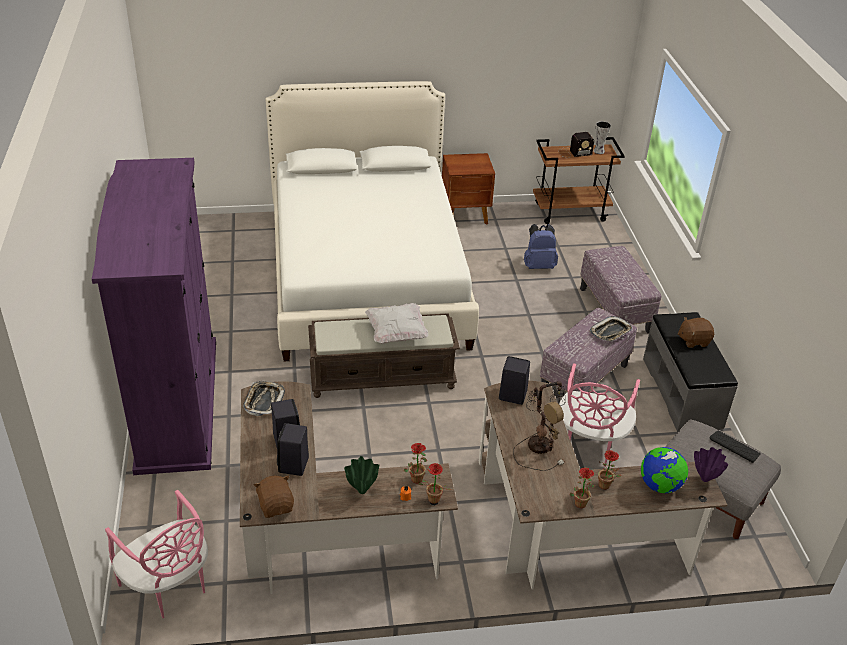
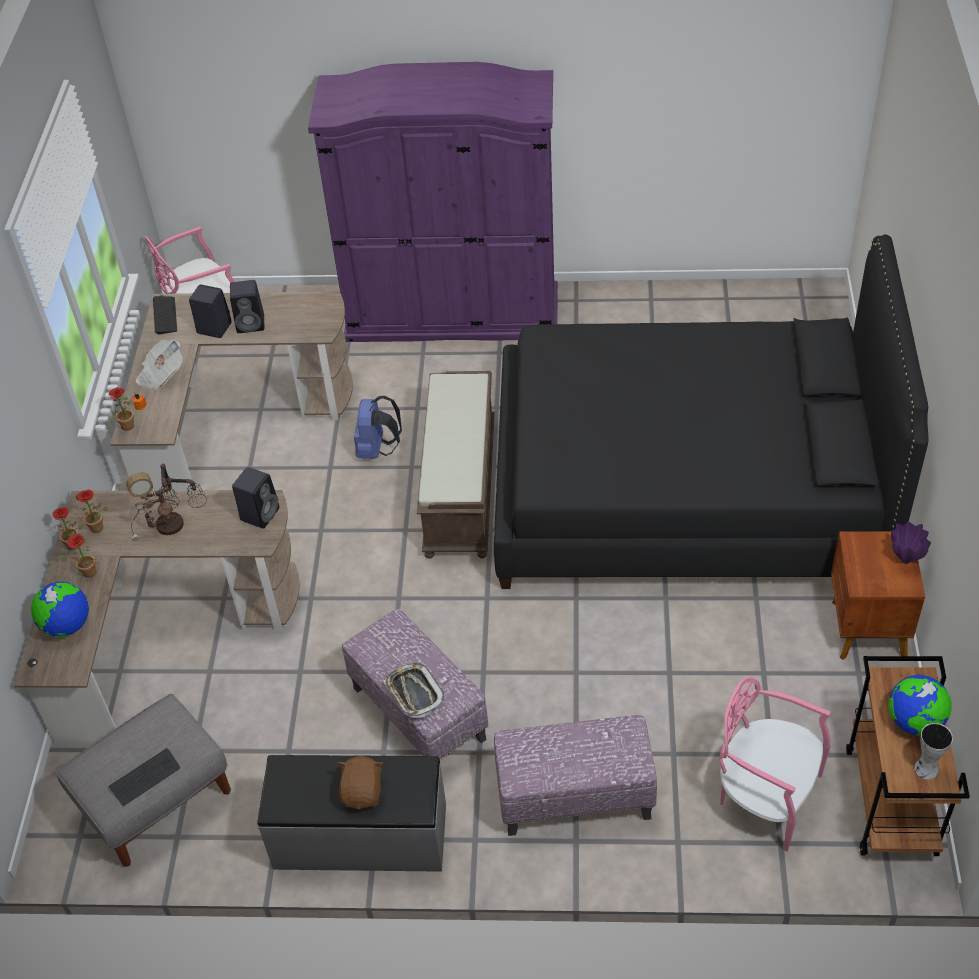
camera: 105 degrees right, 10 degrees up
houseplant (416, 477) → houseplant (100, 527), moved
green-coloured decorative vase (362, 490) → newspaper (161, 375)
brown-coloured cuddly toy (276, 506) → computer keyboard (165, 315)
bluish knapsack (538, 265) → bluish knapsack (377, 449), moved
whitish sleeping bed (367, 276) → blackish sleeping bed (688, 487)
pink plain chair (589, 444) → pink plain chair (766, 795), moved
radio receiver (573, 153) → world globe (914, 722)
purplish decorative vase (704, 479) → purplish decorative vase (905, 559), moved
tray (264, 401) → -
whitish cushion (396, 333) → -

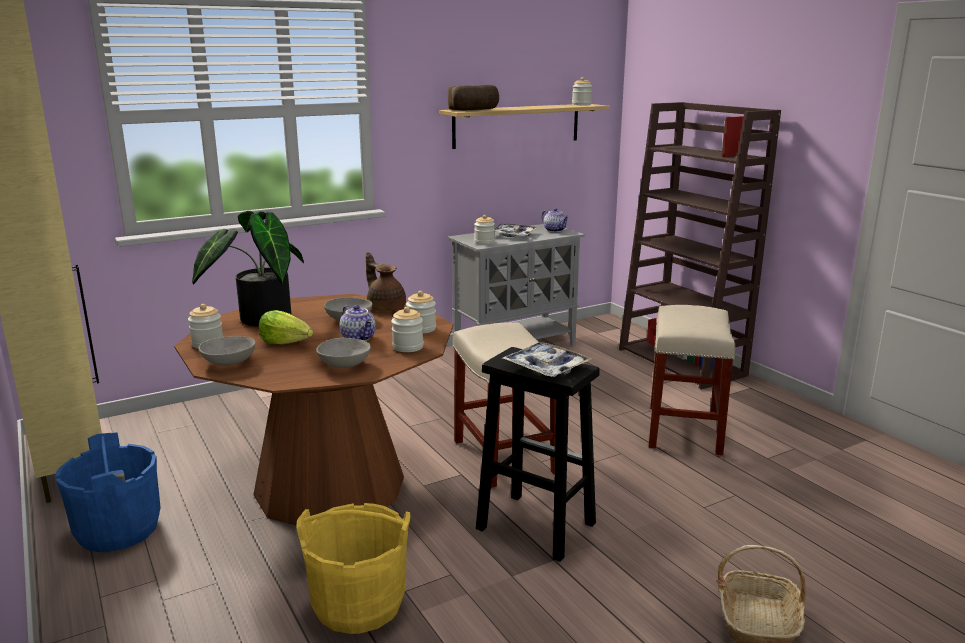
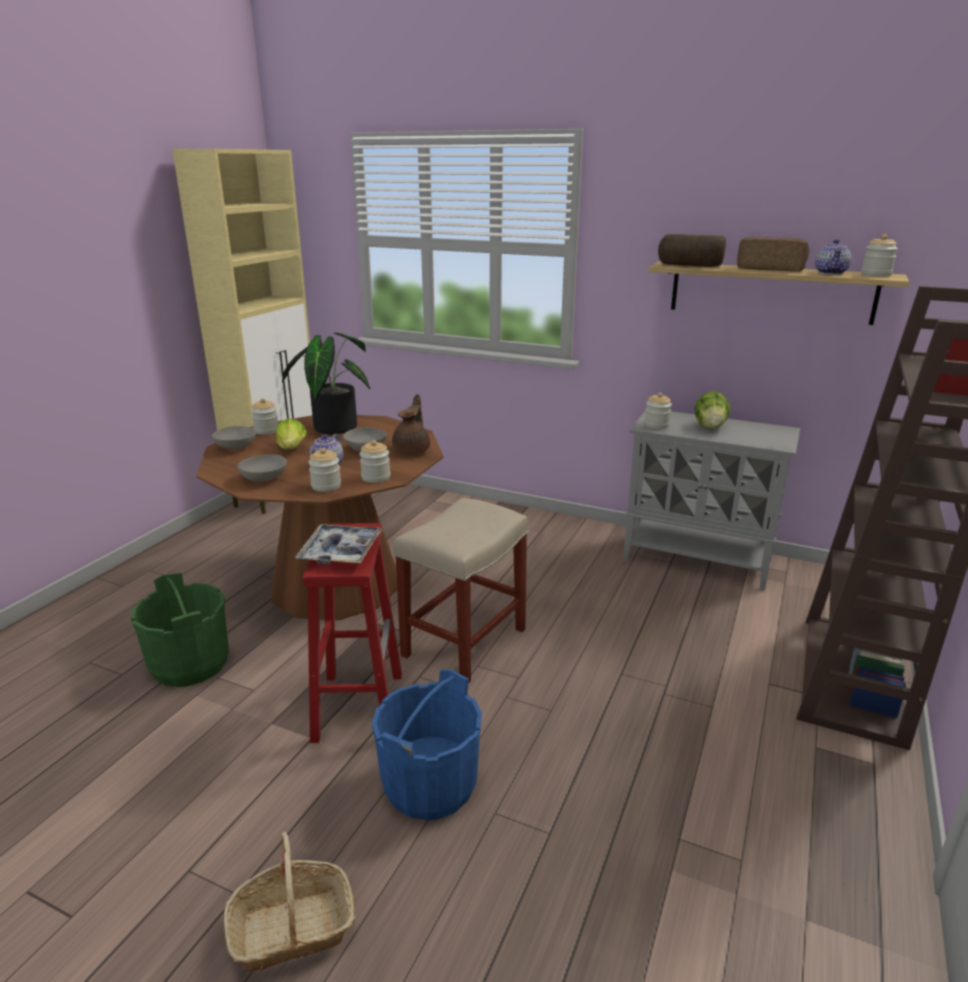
camera: 55 degrees right, 5 degrees up
yellow pail (358, 604) → green-coloured pail (190, 664)
blackish sitting stool (534, 525) → red sitting stool (358, 705)
bluish pail (119, 530) → bluish pail (430, 785), moved
tray (513, 235) → head of lettuce (710, 427)
- → bakery bread (770, 269)
tea pot (555, 230) → tea pot (831, 273), moved
beige sitting stool (684, 430) → -

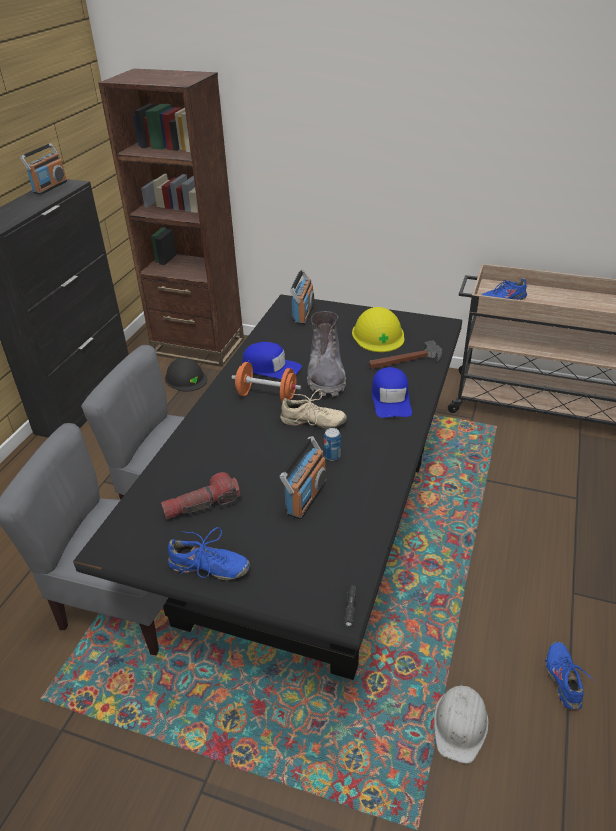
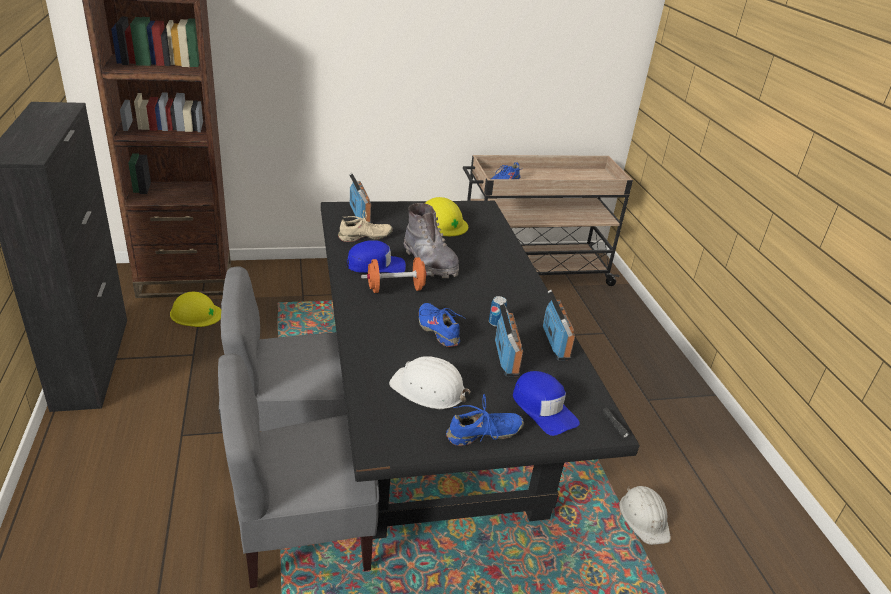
camera: 35 degrees left, 5 degrees down
blackish hard hat (186, 378) → yellow hard hat (196, 313)
beige shoe (313, 422) → beige shoe (365, 237), moved
flashlight (202, 505) → whitish hard hat (428, 389)
bluish shoe (564, 679) → bluish shoe (438, 330), moved
bluish cap (391, 399) → bluish cap (543, 408), moved
radio receiver (49, 187) → radio receiver (555, 344), moved
tool hammer (405, 361) → -

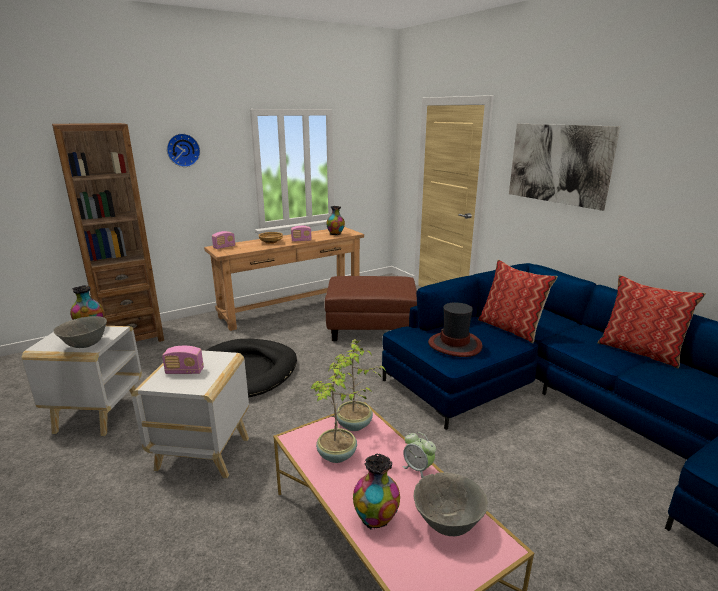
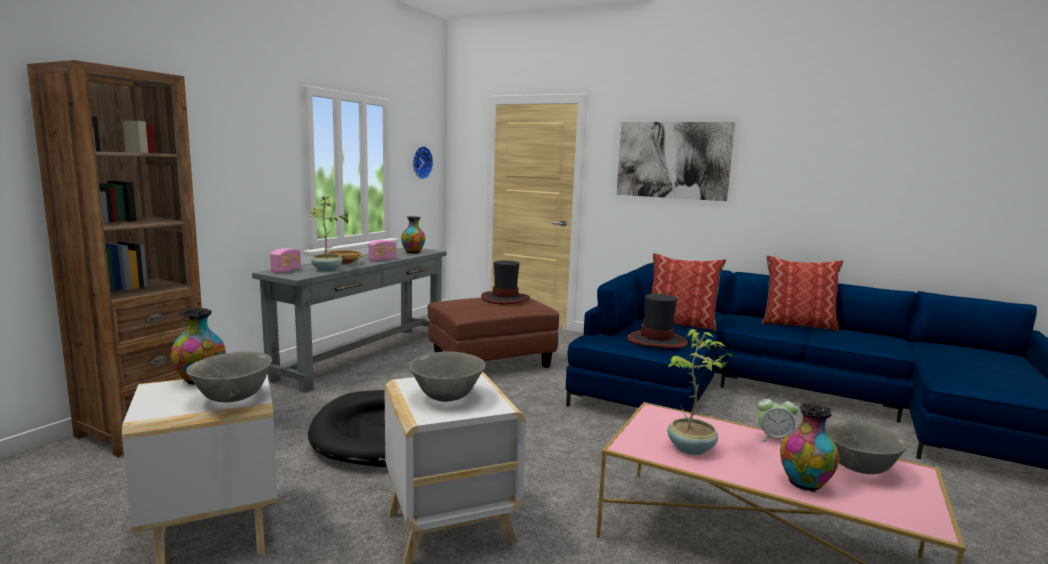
camera: 30 degrees left, 10 degrees down
brown-coloured narrow table (292, 308) → grey narrow table (364, 356)
houseplant (354, 425) → houseplant (327, 270), moved
radio receiver (184, 371) → grey serving bowl (447, 397)
hanging clock (183, 150) → hanging clock (420, 162), moved
- → clothing hat (505, 299)

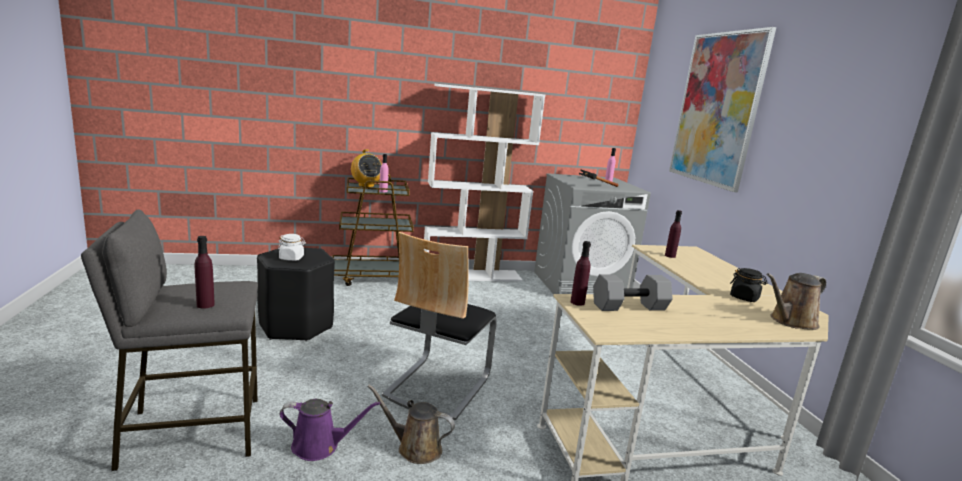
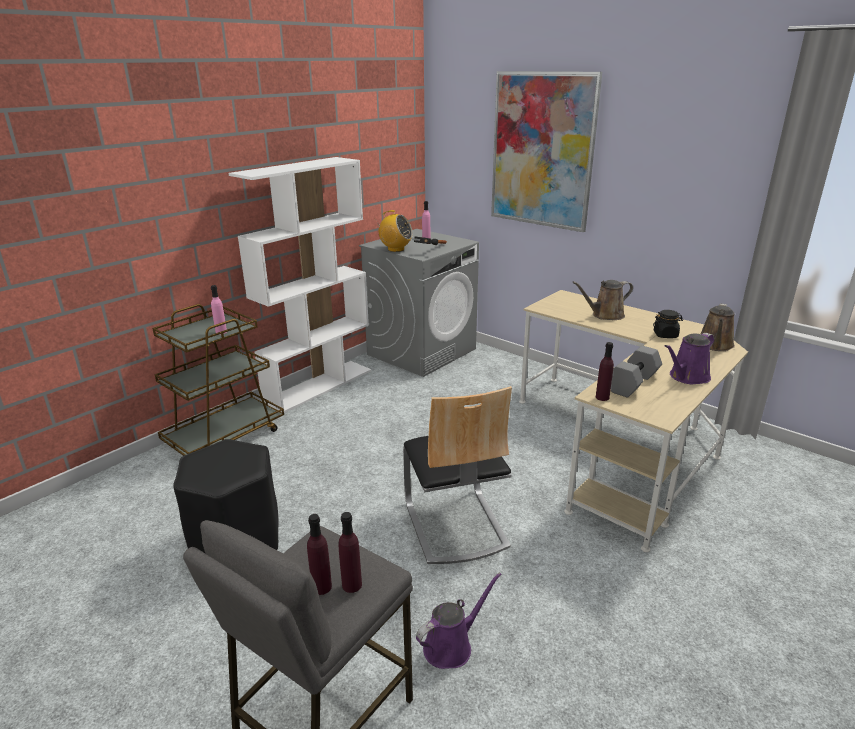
camera: 35 degrees left, 10 degrees up
purplish beverage bottle (670, 256) → purplish beverage bottle (321, 587), moved
radio receiver (366, 186) → radio receiver (395, 249), moved
brown-coloured sprinkling can (415, 448) → brown-coloured sprinkling can (605, 315), moved
- → purplish sprinkling can (687, 377)
whitish jar (291, 258) → -

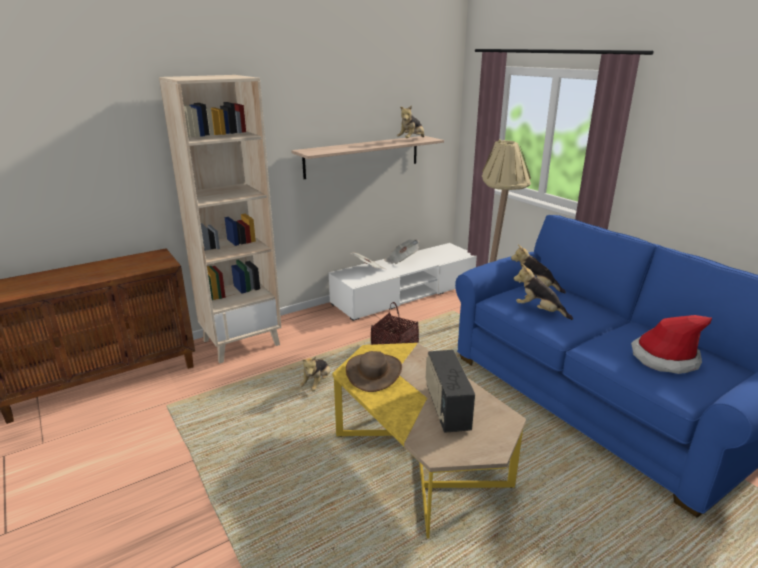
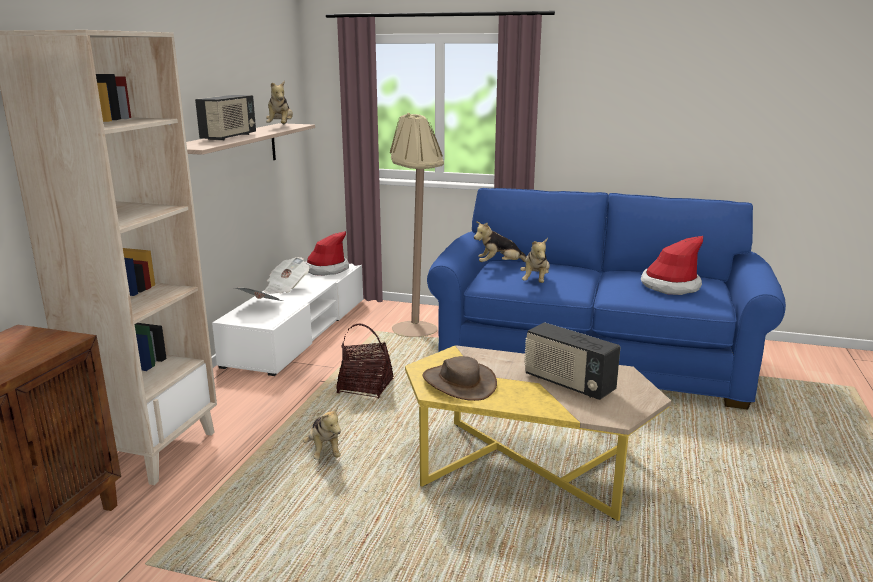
camera: 40 degrees left, 5 degrees down
- → radio receiver (229, 137)
- → clothing hat (326, 269)
cuddly toy (539, 311) → cuddly toy (535, 281), 75 degrees counterclockwise

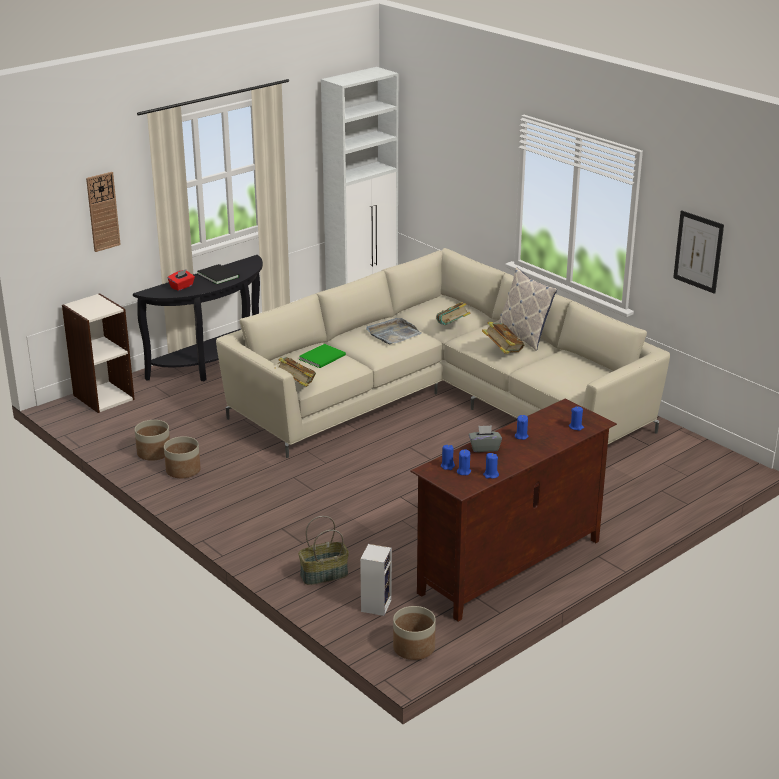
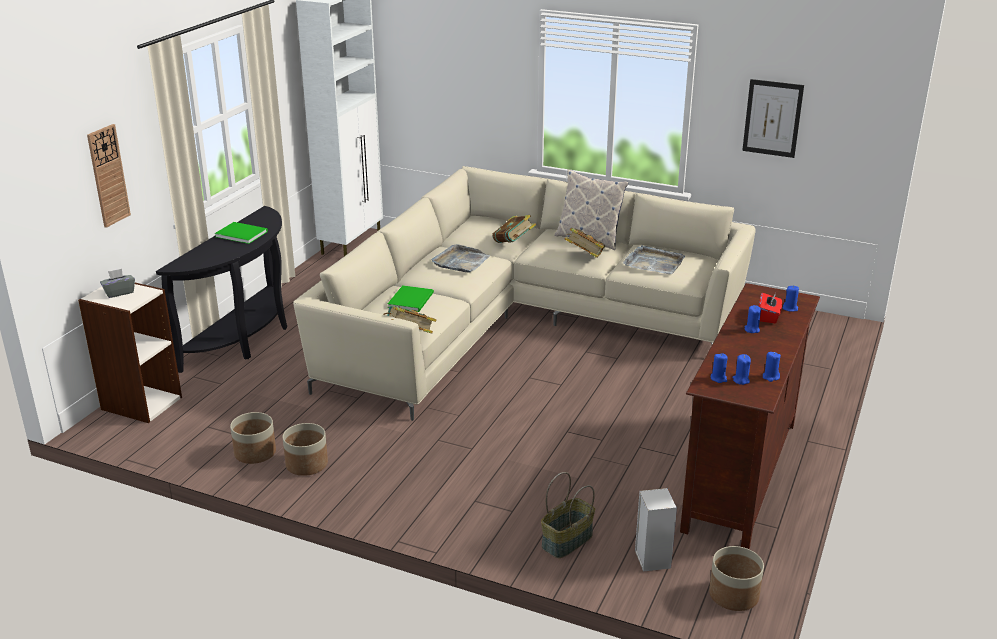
camera: 25 degrees left, 0 degrees up
grey box of tissues (484, 448) → grey box of tissues (119, 292), moved
blackish bound book (218, 275) → green-coloured bound book (241, 233)
- → grey tray (654, 263)
red box of tissues (182, 286) → red box of tissues (768, 316), moved

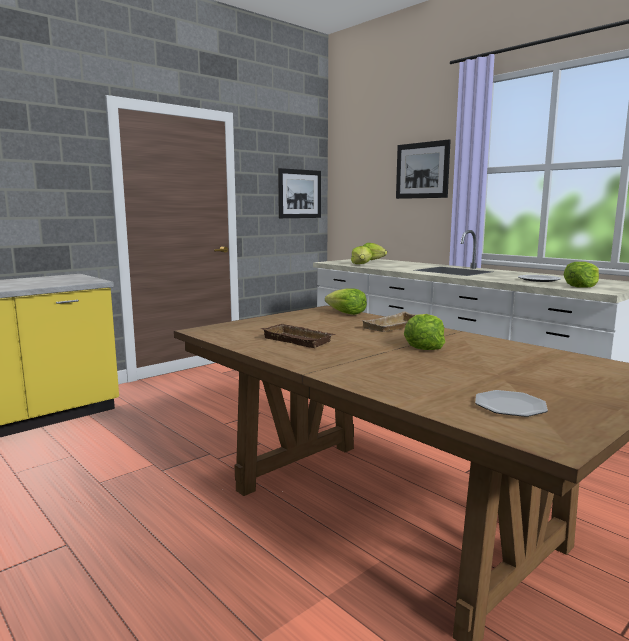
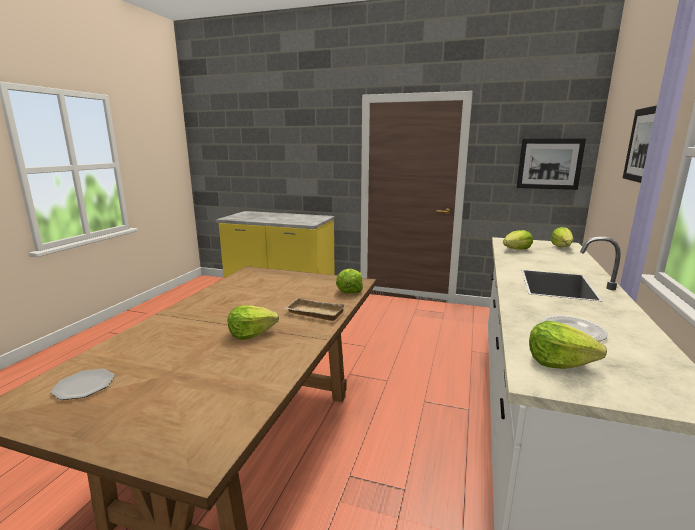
camera: 60 degrees right, 5 degrees up
brown-coloured tray (299, 340) → -

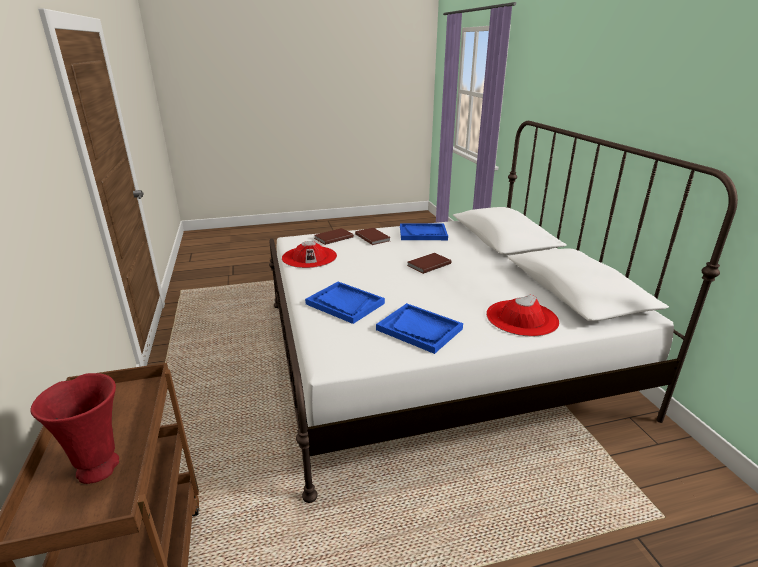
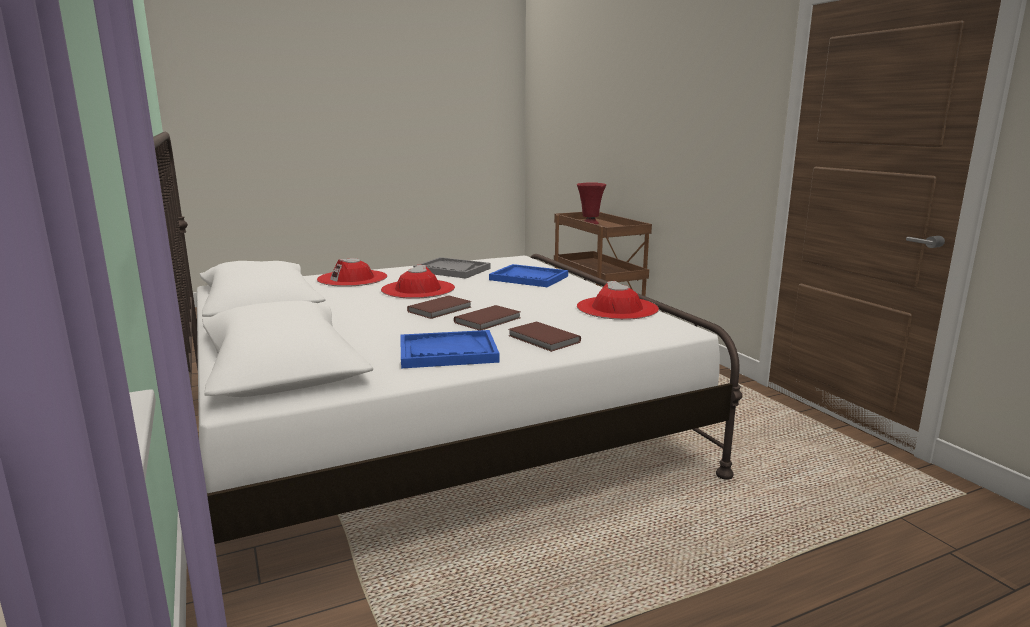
camera: 170 degrees right, 10 degrees down
- → red clothing hat (418, 289)
bluish tray (419, 329) → grey tray (452, 270)
brown-coloured bound book (333, 238) → brown-coloured bound book (489, 320), moved

